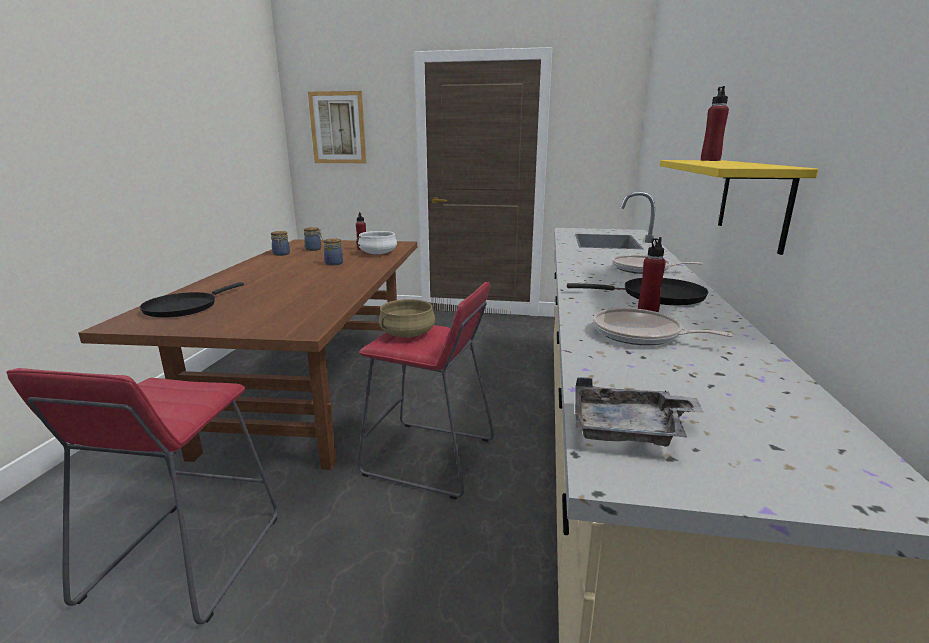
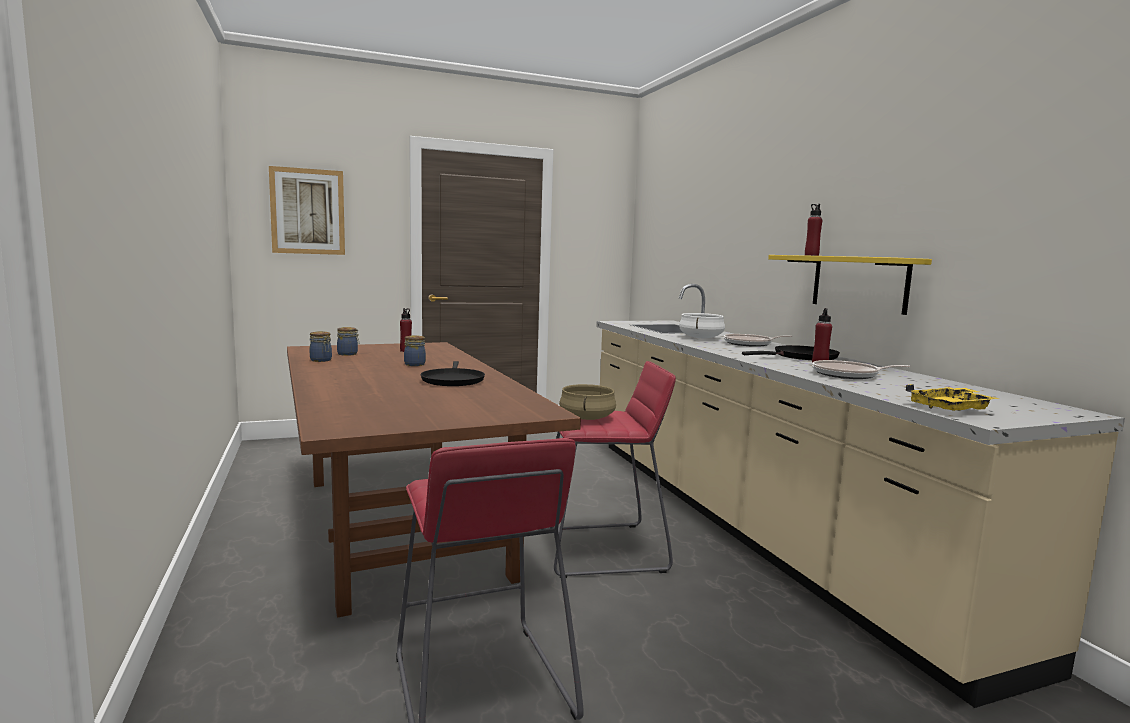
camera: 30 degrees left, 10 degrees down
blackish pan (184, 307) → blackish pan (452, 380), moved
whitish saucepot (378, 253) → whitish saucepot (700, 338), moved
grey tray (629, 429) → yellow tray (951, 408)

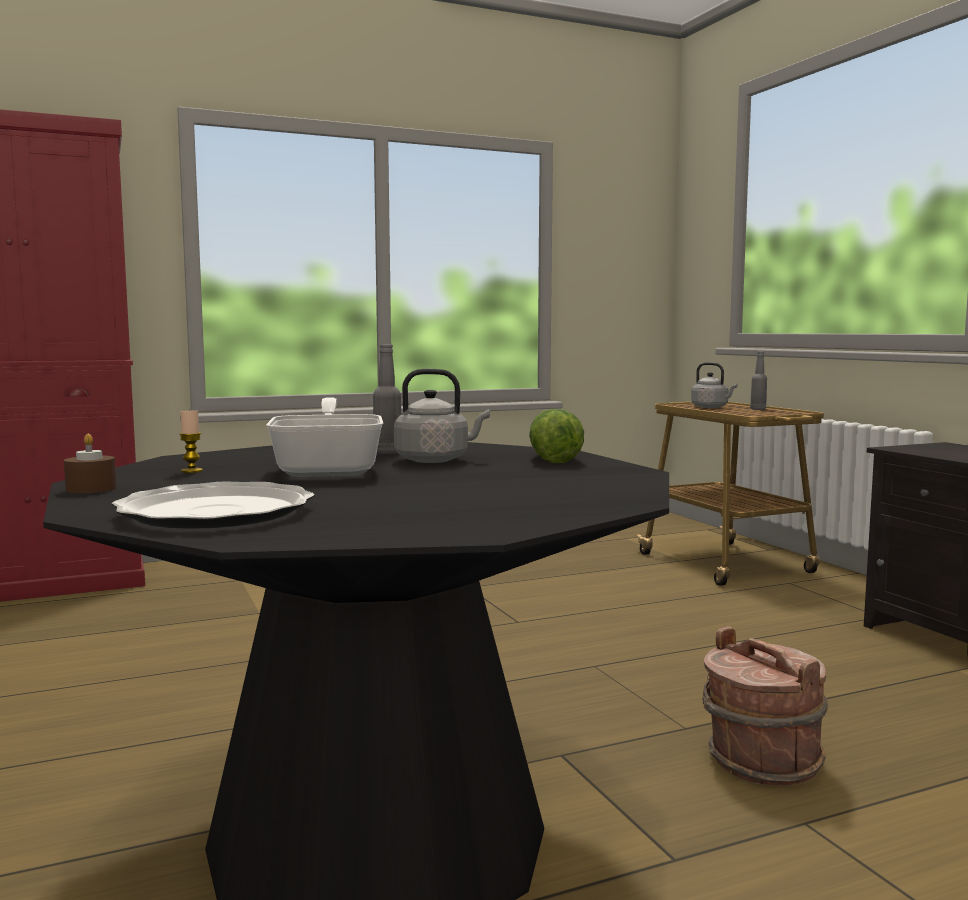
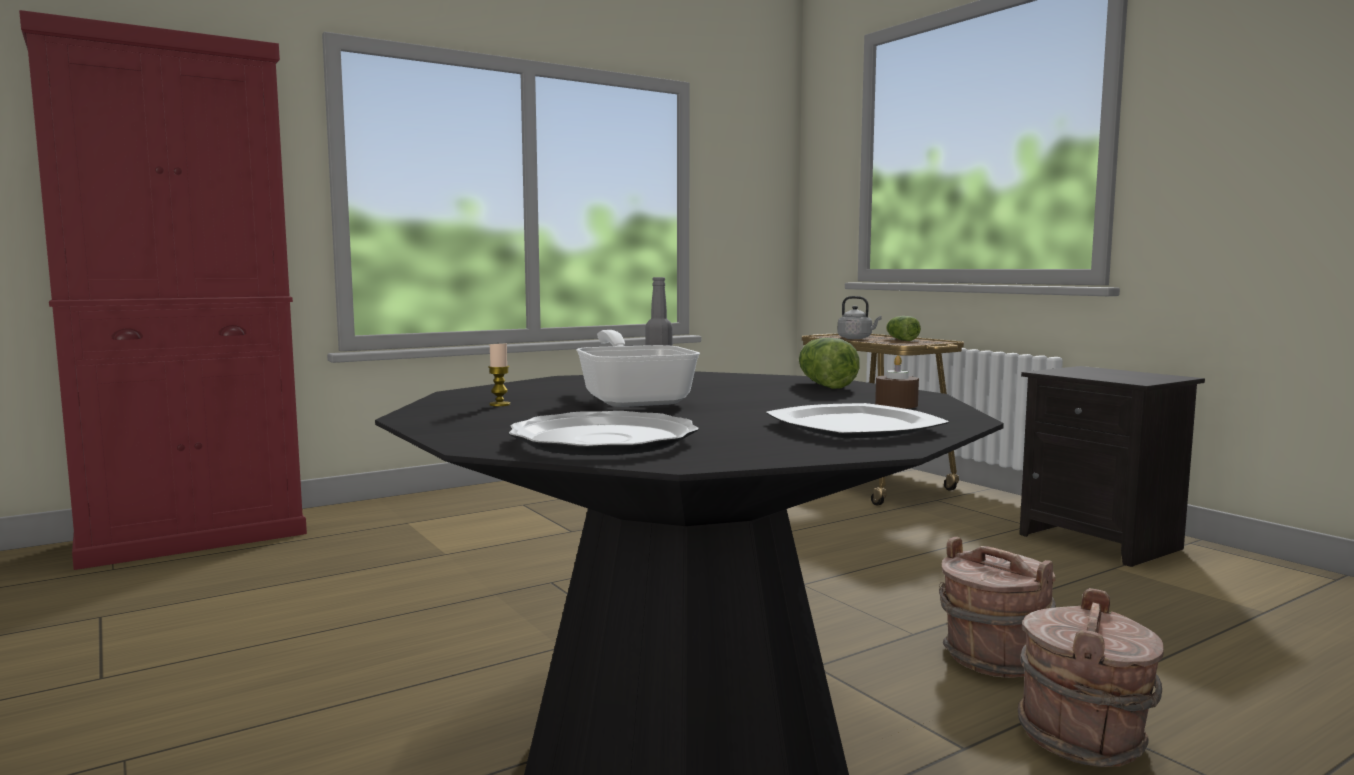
camera: 10 degrees left, 0 degrees up
- → flat dish (854, 427)
brown-coloured wax light (91, 489) → brown-coloured wax light (896, 405), moved
grey beverage bottle (758, 409) → head of lettuce (900, 339)
- → brown-coloured pail (1084, 739)
grey water kettle (436, 460) → -

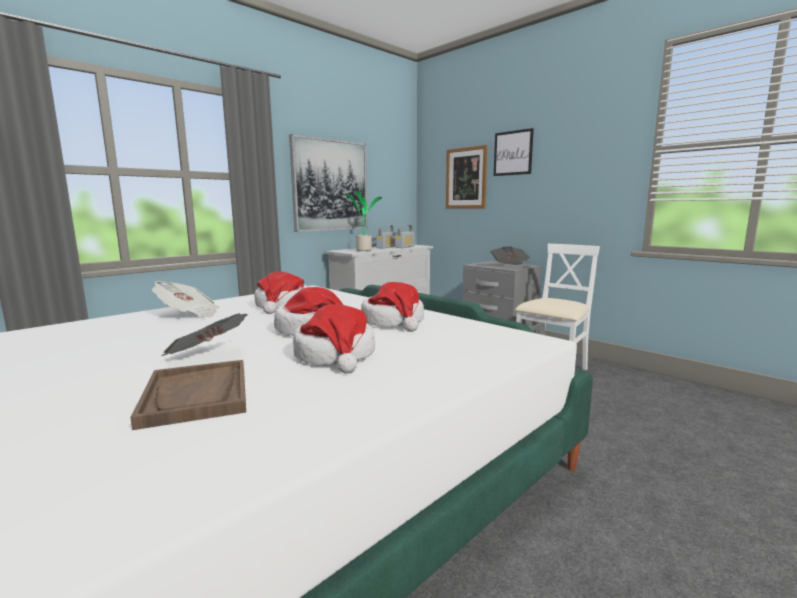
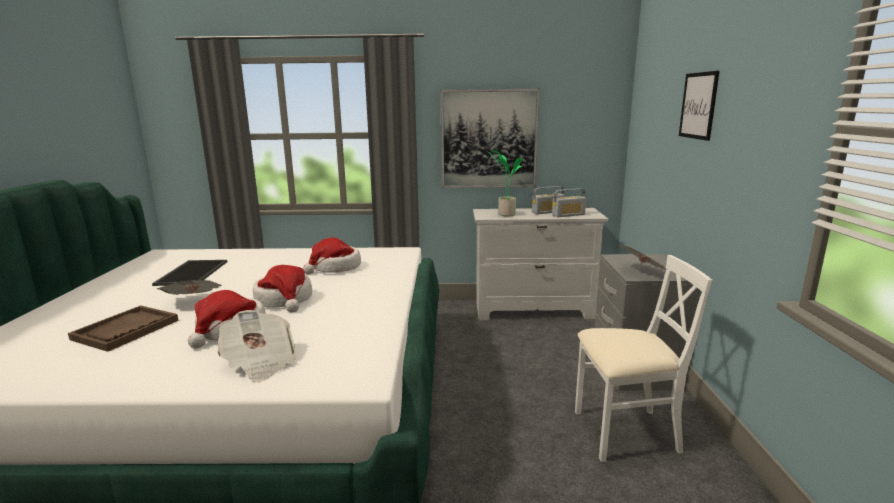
camera: 45 degrees right, 5 degrees up
- → tray (191, 272)
newspaper (189, 314) → newspaper (260, 363), moved
clothing hat (394, 322) → -
wall art (466, 178) → -

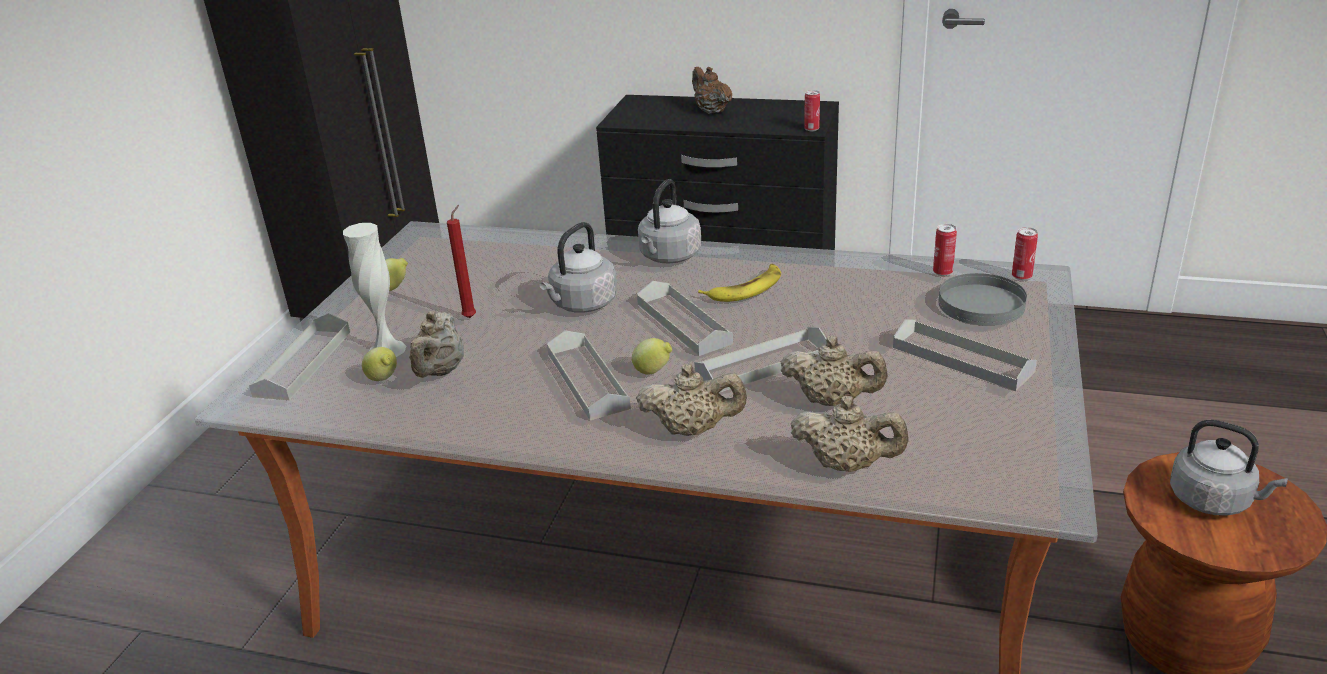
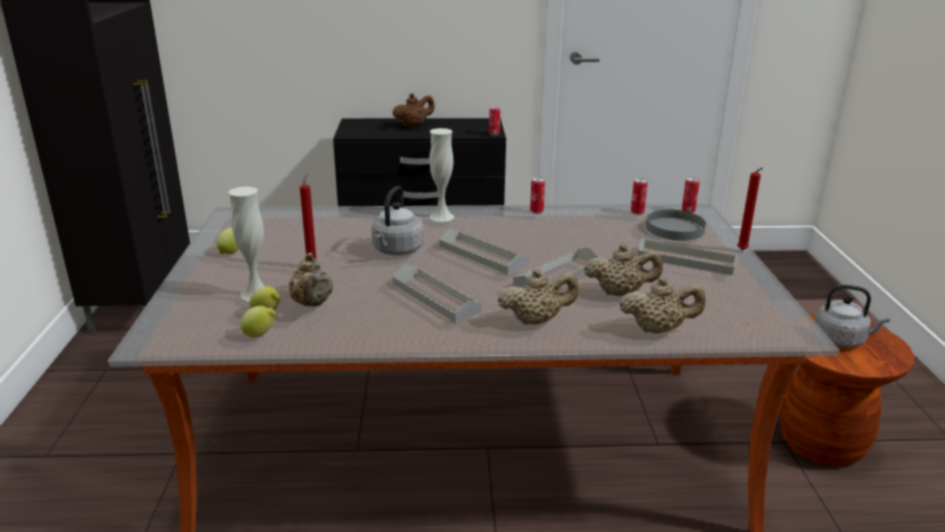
camera: 20 degrees left, 5 degrees down
citrus fruit (653, 372) → citrus fruit (260, 335), moved
brown-coloured tea pot (711, 110) → brown-coloured tea pot (413, 126), 105 degrees clockwise
grey water kettle (669, 257) → whitish decorative vase (441, 216)
- → sealed can (536, 211)
- → red wax light (743, 251)
grey tray (303, 363) → -
banana (746, 288) → -

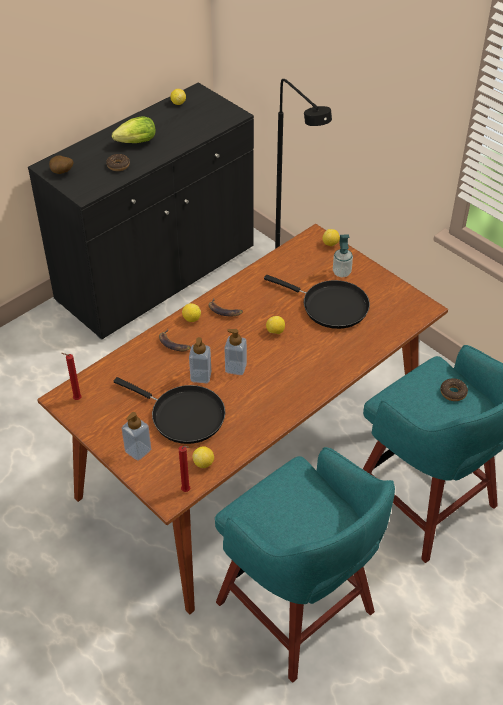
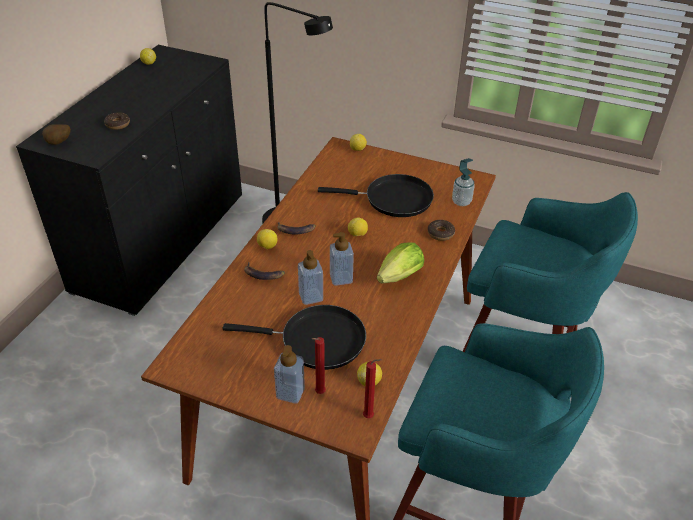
camera: 25 degrees left, 5 degrees down
red wax light (76, 399) → red wax light (318, 393), moved
head of lettuce (134, 143) → head of lettuce (397, 278), moved
donut (453, 392) → donut (440, 233), moved
liquid soap bottle (341, 272) → liquid soap bottle (461, 202), moved

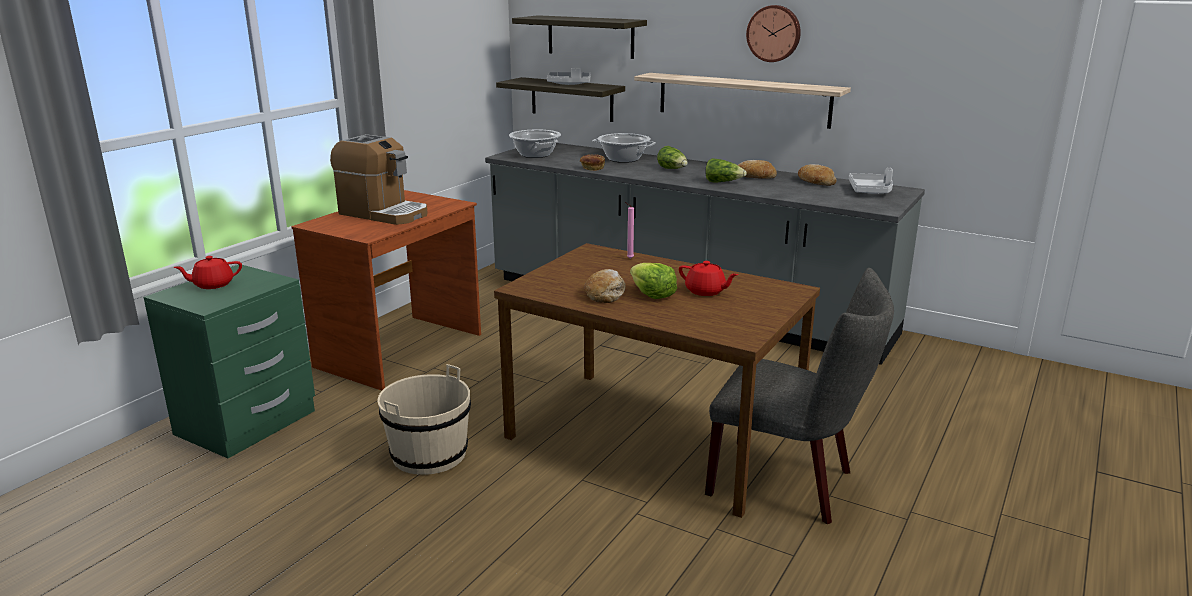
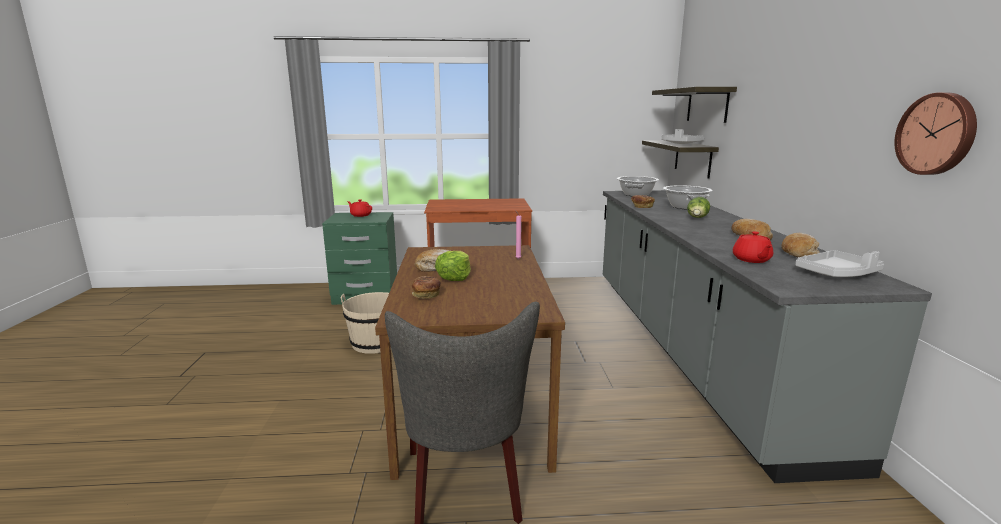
camera: 55 degrees right, 5 degrees down
- → bakery bread (426, 295)
red tea pot (706, 291) → red tea pot (751, 260), moved
hanging clock (774, 33) → hanging clock (937, 134), moved
coffee brewer (383, 213) → -
shelf (742, 99) → -
head of lettuce (723, 182) → -

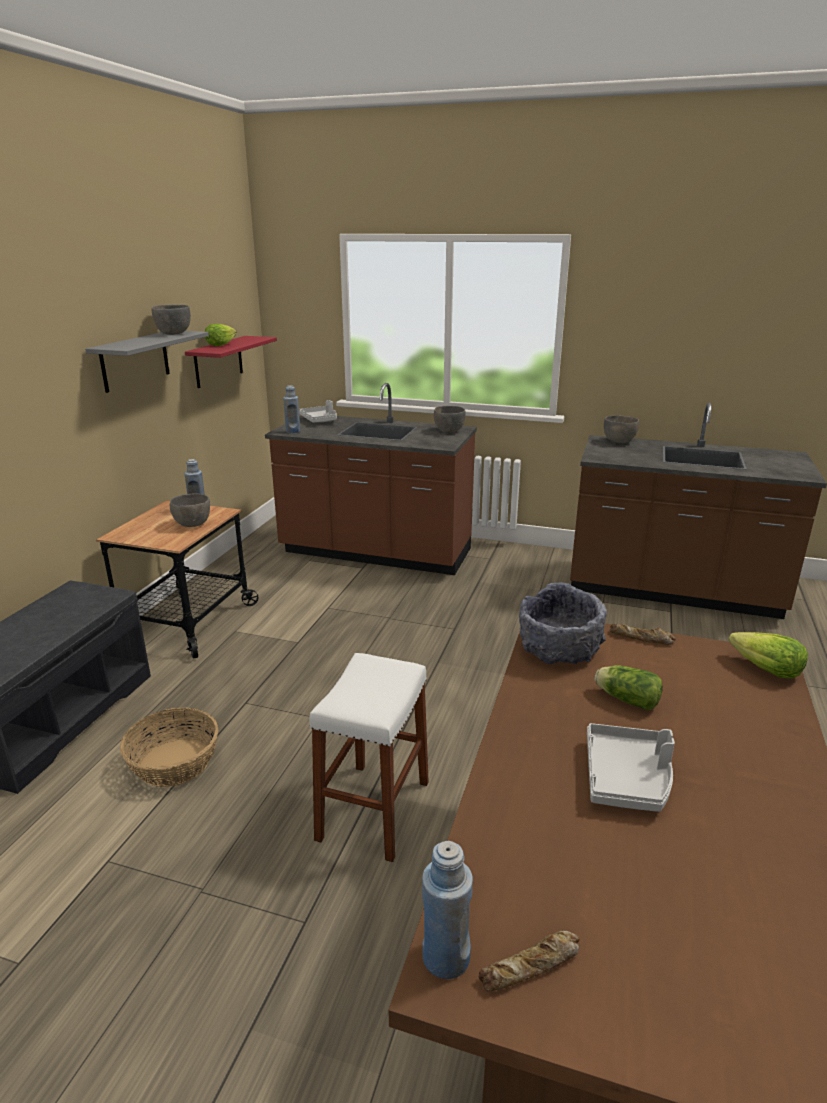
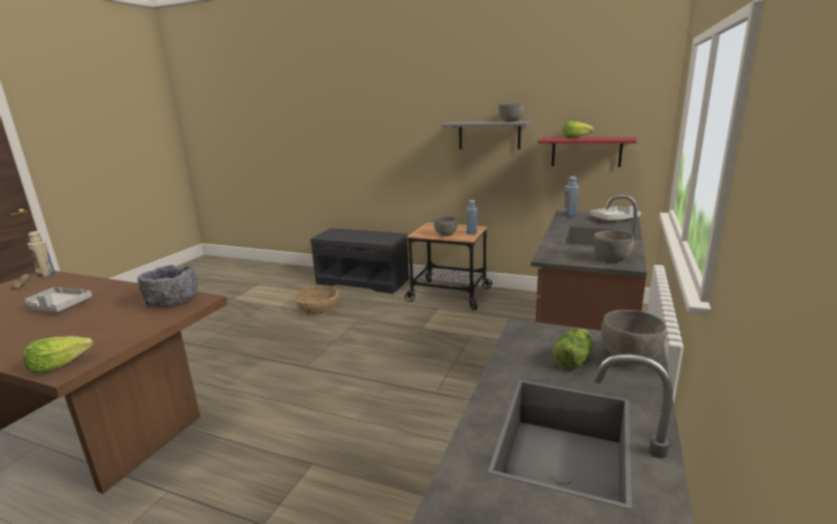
camera: 95 degrees right, 5 degrees down
bluish beverage bottle (445, 957) → beige beverage bottle (46, 274)
head of lettuce (625, 699) → head of lettuce (574, 359), moved
whitish sitting stool (374, 810) → -
bakery bread (641, 638) → -

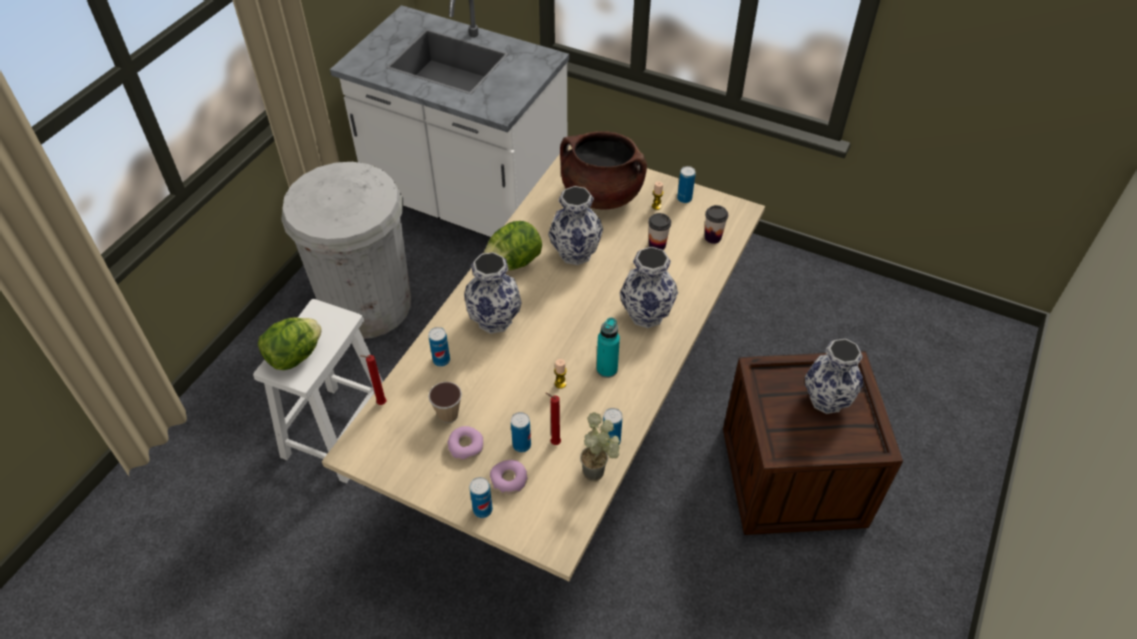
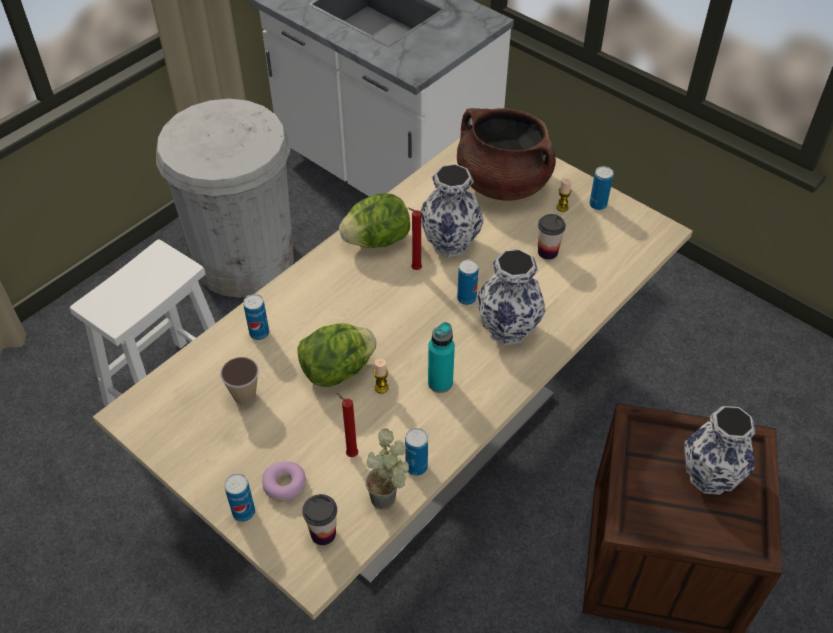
camera: 15 degrees right, 0 degrees up
head of lettuce (294, 356) → head of lettuce (337, 370), moved
drinking cup (713, 237) → drinking cup (323, 533), moved
red wax light (380, 403) → red wax light (414, 269), moved
sealed can (521, 445) → sealed can (466, 298), moved
donut (466, 446) → -
decorative vase (495, 319) → -

